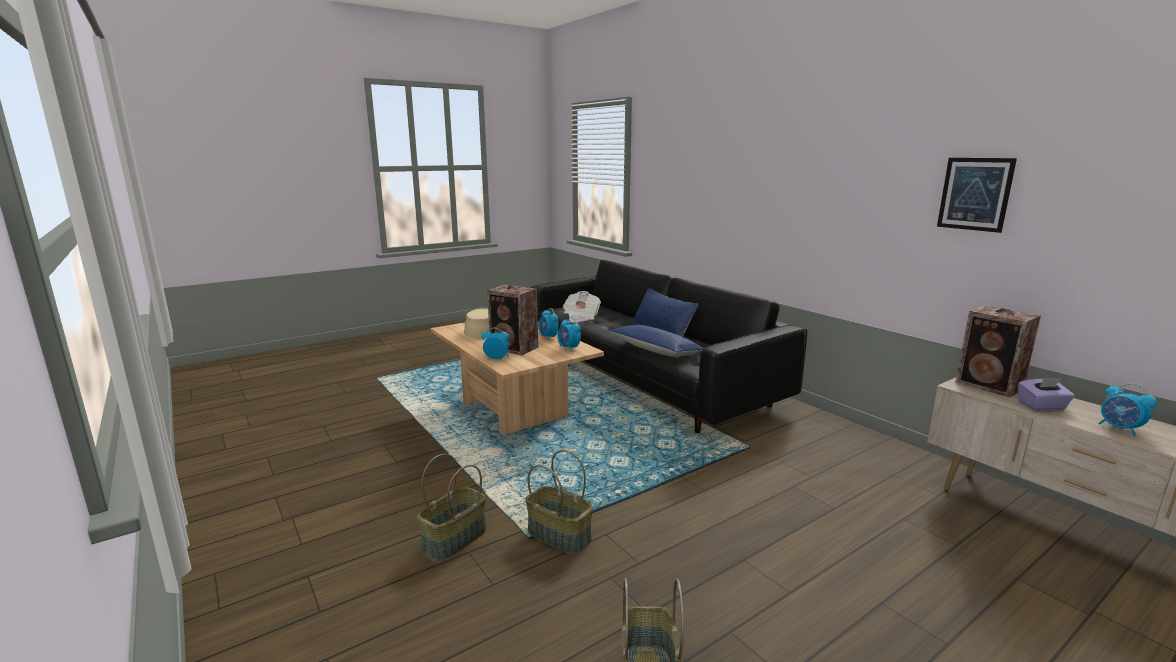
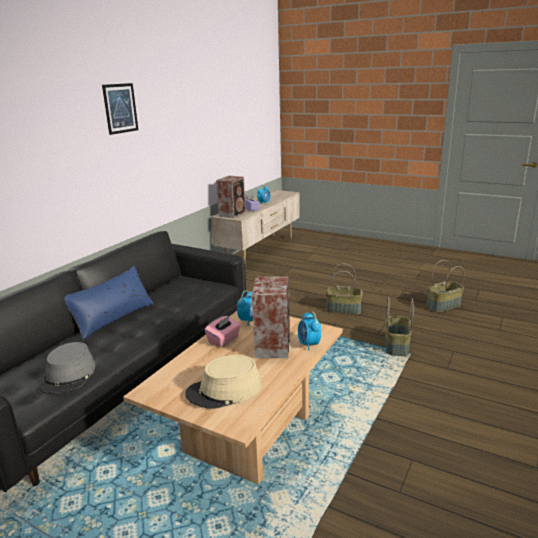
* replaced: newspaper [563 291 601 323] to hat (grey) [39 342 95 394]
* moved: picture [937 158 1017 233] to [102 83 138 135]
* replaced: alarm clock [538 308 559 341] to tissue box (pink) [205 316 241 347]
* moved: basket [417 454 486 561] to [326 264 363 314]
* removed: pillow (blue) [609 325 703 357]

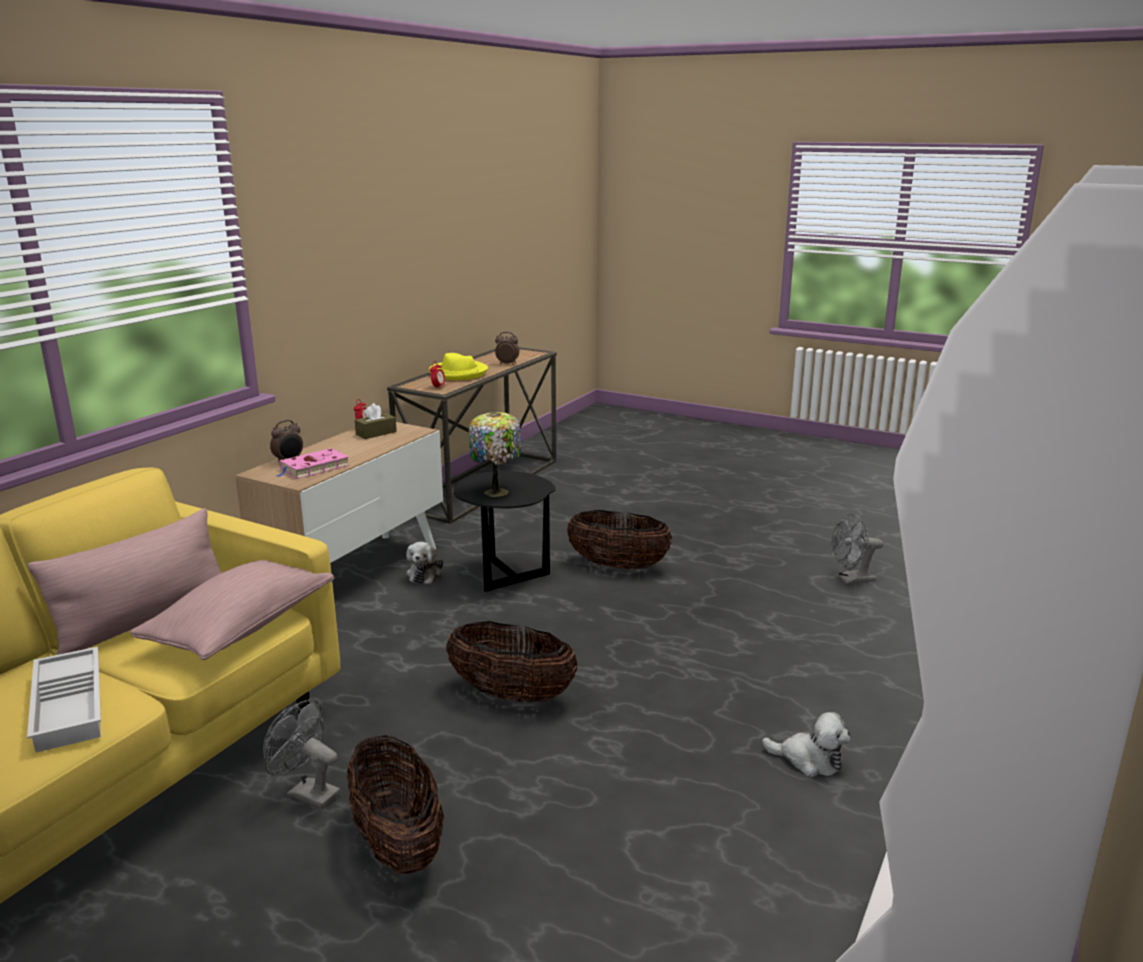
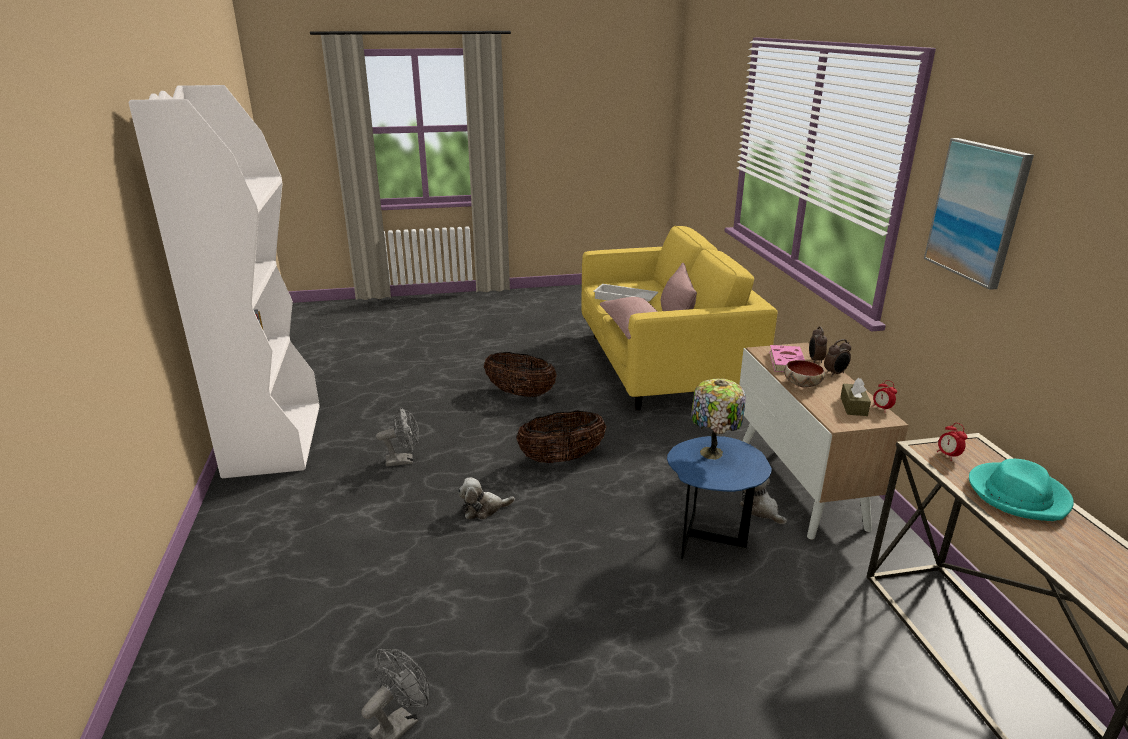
* moved: fan (grey) [263 699 340 809] to [376 407 419 466]
* moved: plush toy [762 712 850 777] to [458 477 515 519]
* recoloured: side table (black) [454 471 556 592] to side table (blue) [667 436 772 559]
* added: bowl [784 360 825 388]
* moved: alarm clock [495 332 519 364] to [824 339 851 376]
* added: picture [924 138 1034 290]
* recoloured: hat (yellow) [429 353 488 380] to hat (turquoise) [969 459 1074 521]
* removed: basket [567 510 672 569]

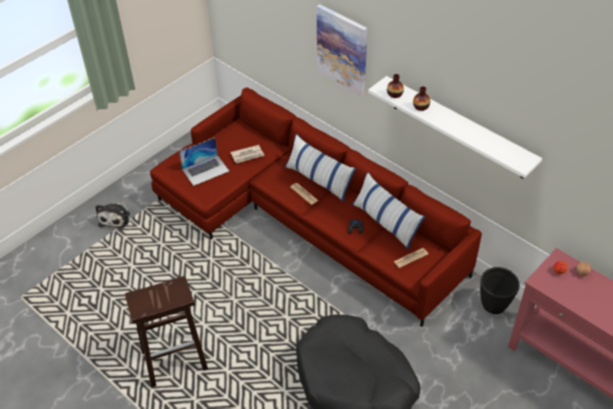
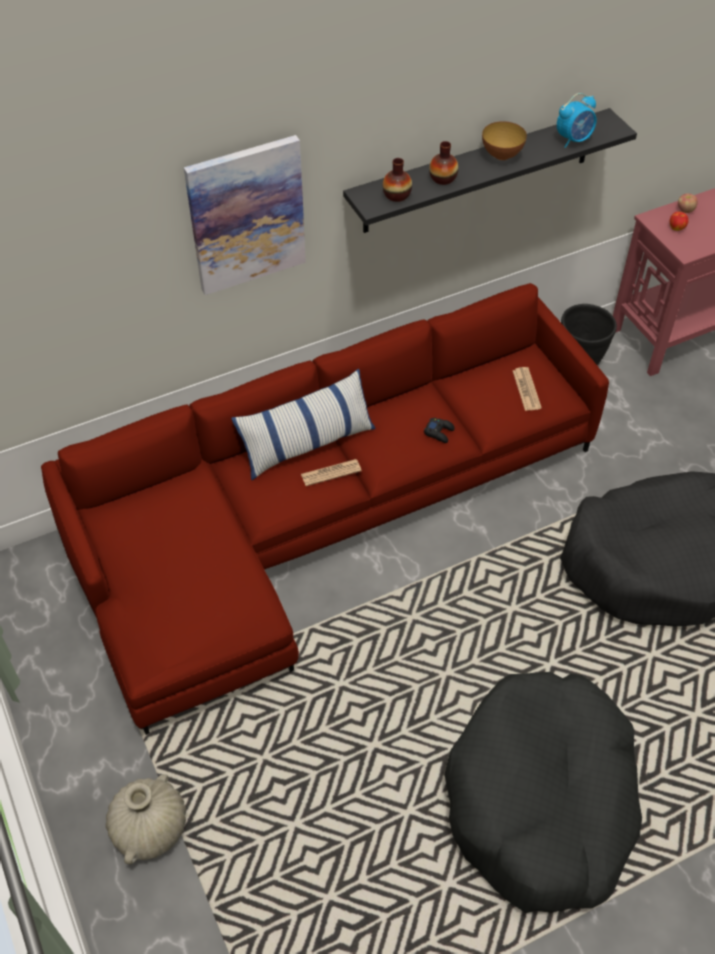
* replaced: plush toy [96 202 130 229] to vase (beige) [106 774 186 864]
* recoloured: shelf (white) [368 76 542 179] to shelf (black) [343 108 637 233]
* replaced: stool (brown) [125 276 208 387] to dog bed (black) [444 672 642 913]
* added: bowl [482 121 527 160]
* added: alarm clock [557 93 597 148]
* removed: laptop [179 137 229 186]
* removed: newspaper [230 145 265 163]
* removed: pillow [352 172 425 250]

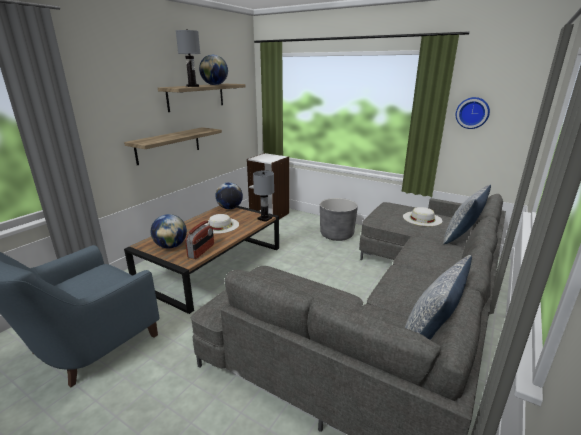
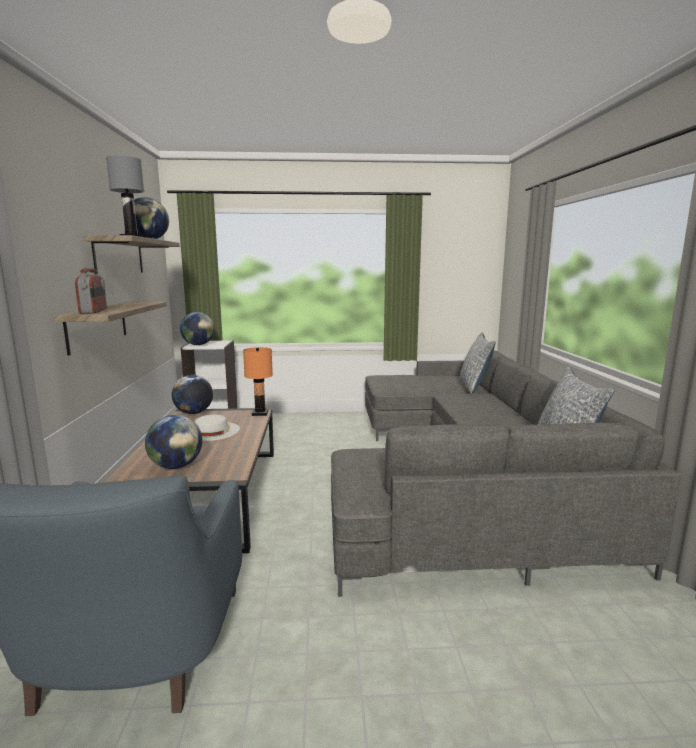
* moved: radio [185 220 214 259] to [75 268 107 314]
* added: globe [180 312 215 345]
* recoloured: table lamp (grey) [253 170 274 222] to table lamp (orange) [243 347 273 416]
* removed: planter (grey) [320 198 358 241]
* removed: hat (white) [403 207 442 226]
* removed: wall clock [456 97 490 129]

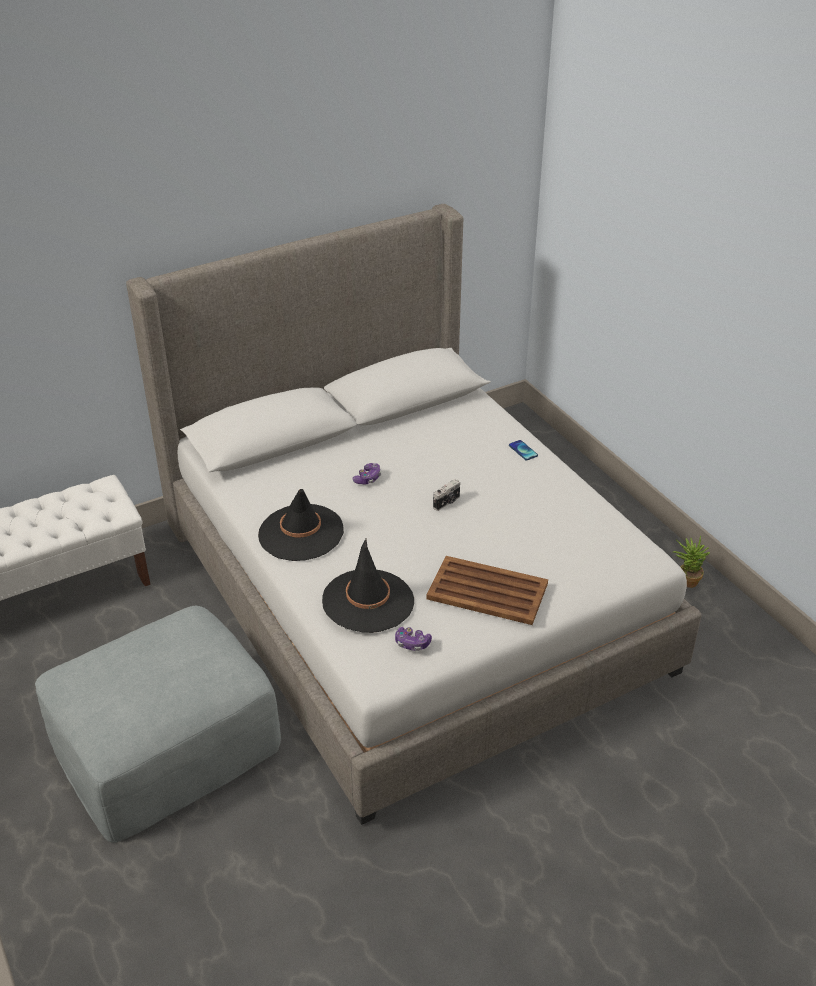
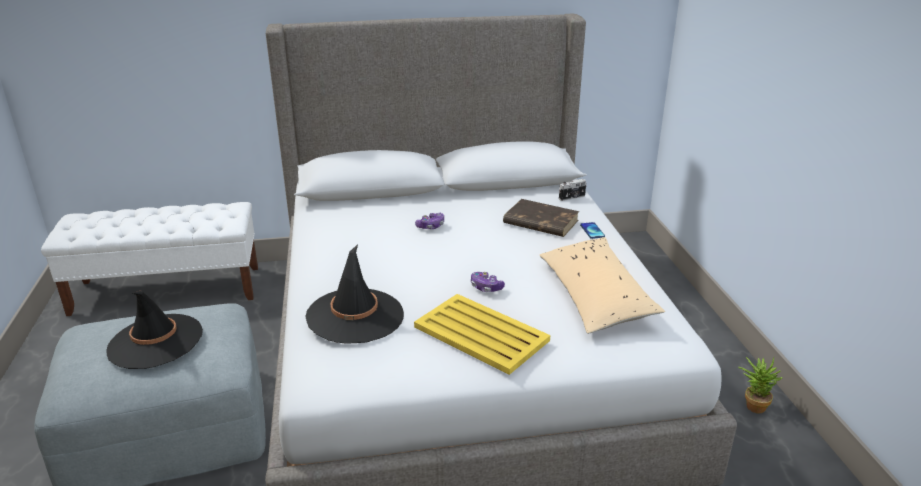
* moved: hat (black) [258 489 344 561] to [106 291 203 369]
* recoloured: tray (brown) [426 556 548 625] to tray (yellow) [414 294 550 375]
* moved: game controller [395 627 432 651] to [471 272 505 292]
* added: book (brown) [503 199 579 237]
* added: pillow (beige) [540 237 665 334]
* moved: photo camera [433 479 460 511] to [559 179 587 201]

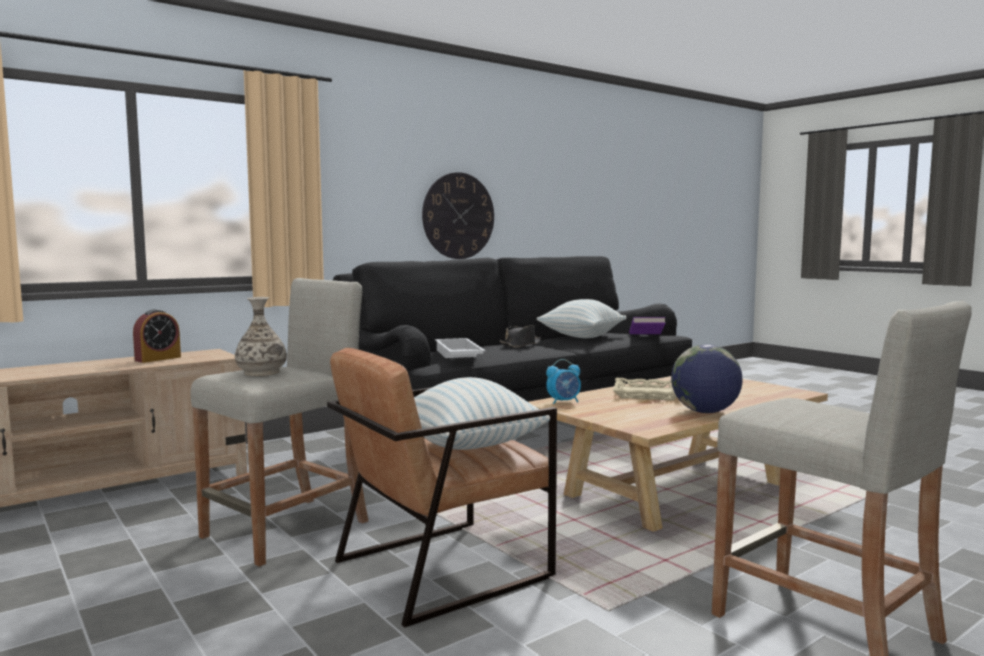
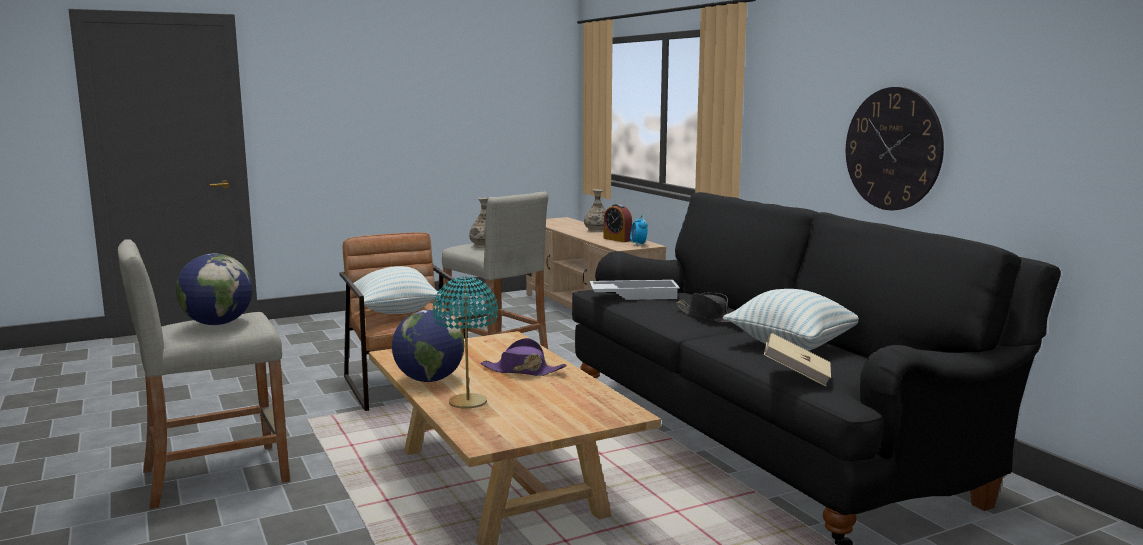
* added: globe [176 253 253 325]
* added: table lamp (turquoise) [433 277 498 408]
* replaced: tray (beige) [613 378 677 400] to hat (purple) [481 338 566 376]
* added: vase [584 189 606 232]
* moved: alarm clock [546 359 581 404] to [630 215 648 246]
* recoloured: book (purple) [629 317 666 334] to book (beige) [764 333 831 386]

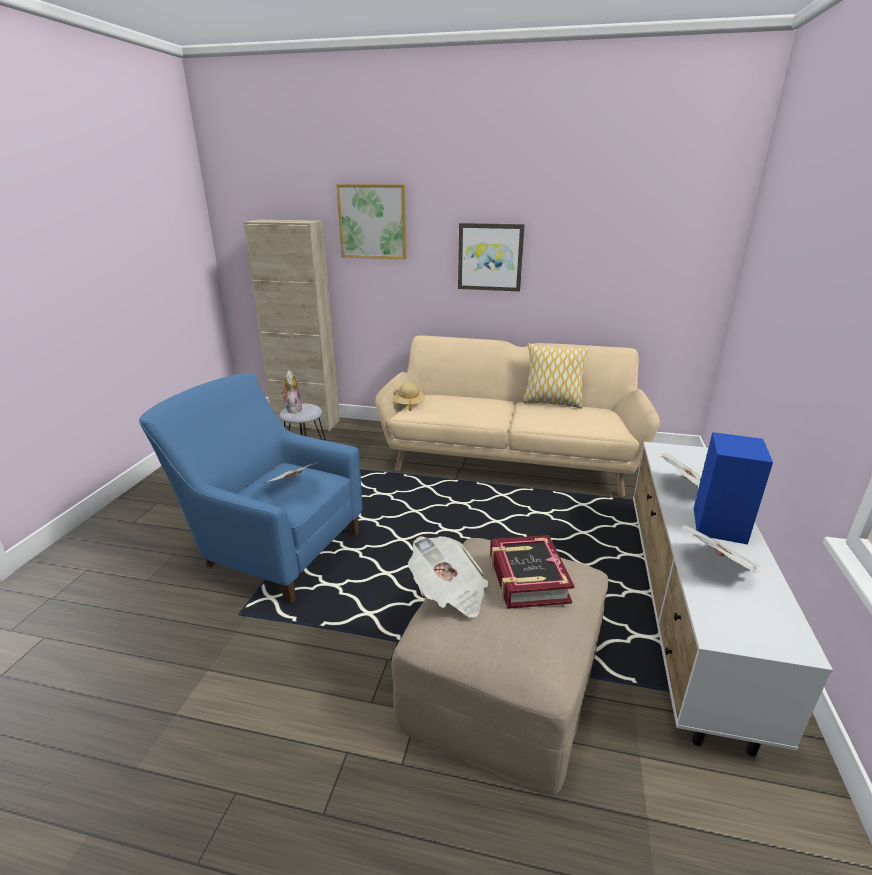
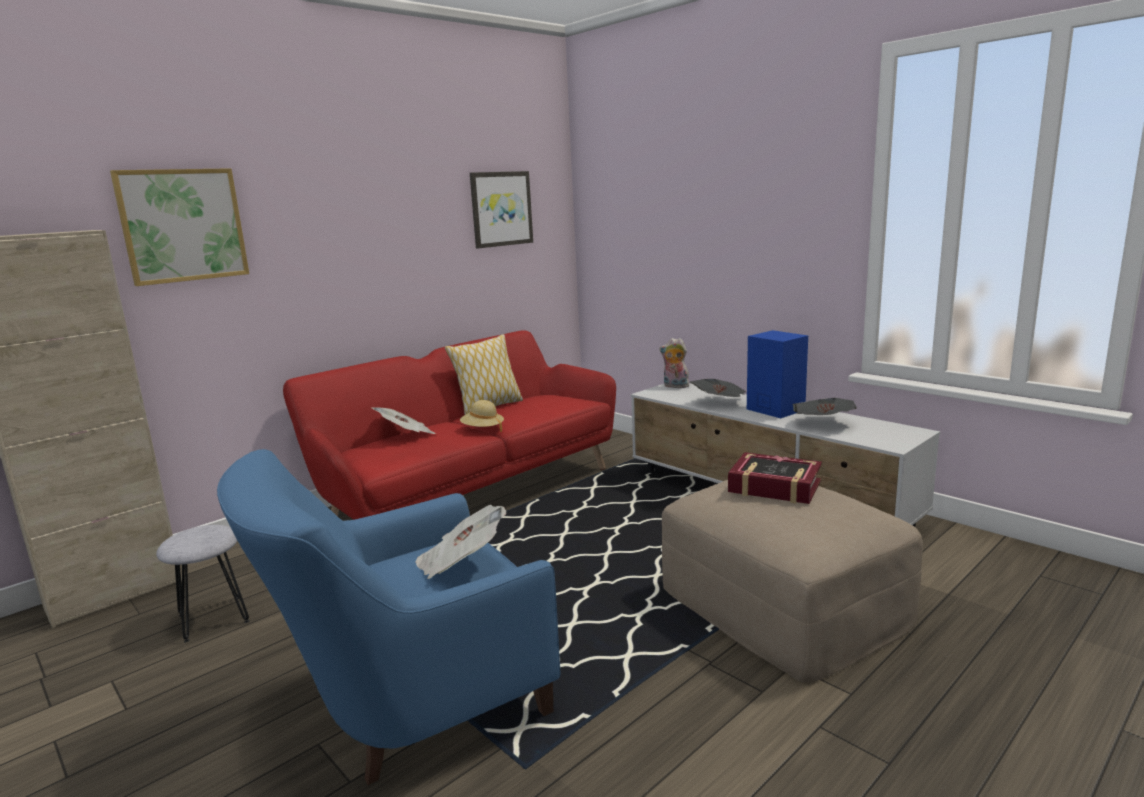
* recoloured: sofa (beige) [375 335 660 497] to sofa (red) [283 330 616 520]
* moved: newspaper [408 536 489 618] to [371 407 436 434]
* moved: hat (beige) [393 382 425 411] to [460 400 504 432]
* moved: picture [458 223 525 292] to [470 171 533 249]
* moved: plush toy [281 370 302 414] to [659 338 689 388]

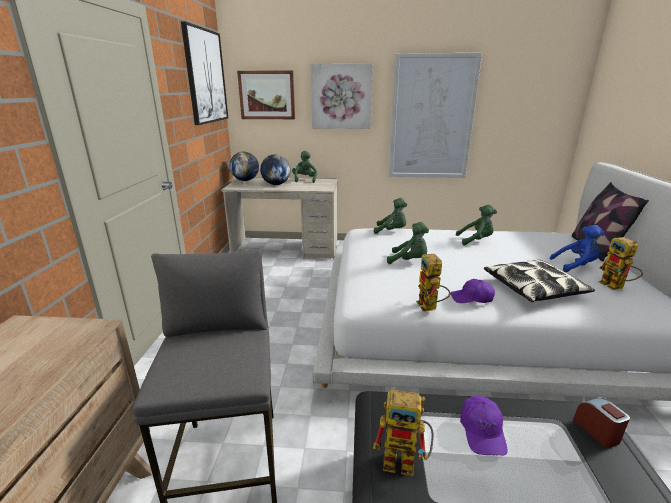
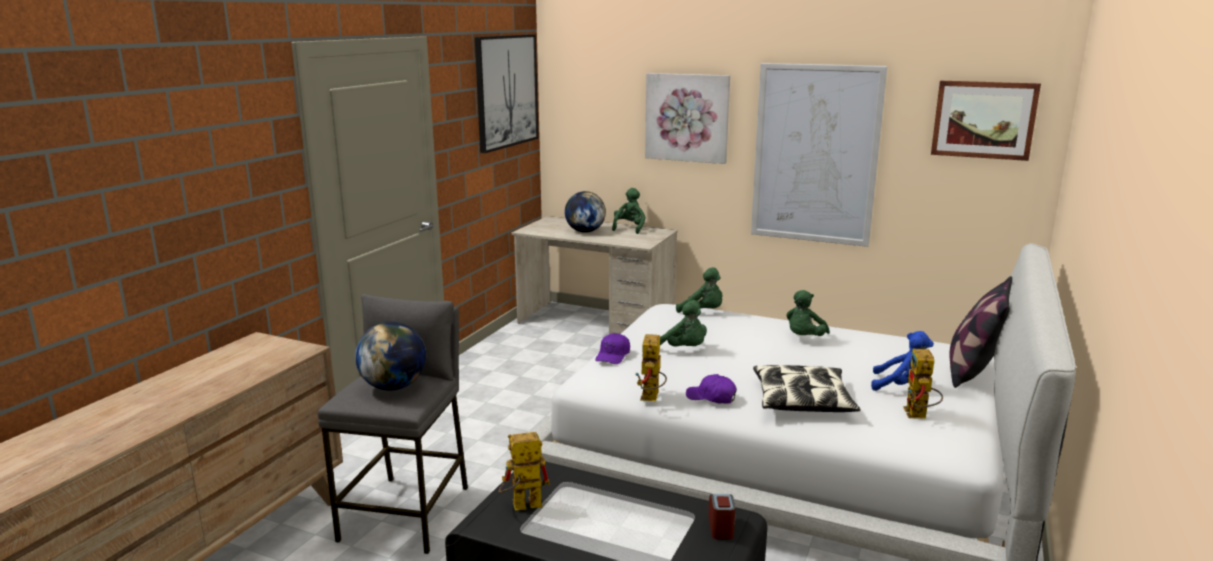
* moved: globe [230 152 259 181] to [355 322 426 390]
* turned: toy robot [373 390 434 476] = [499 432 550 510] 135 degrees clockwise
* moved: cap (purple) [460 396 508 455] to [595 333 630 364]
* turned: plush toy (green) [456 205 497 245] = [786 290 830 336] 105 degrees clockwise
* moved: picture [237 71 295 119] to [931 81 1041 161]

